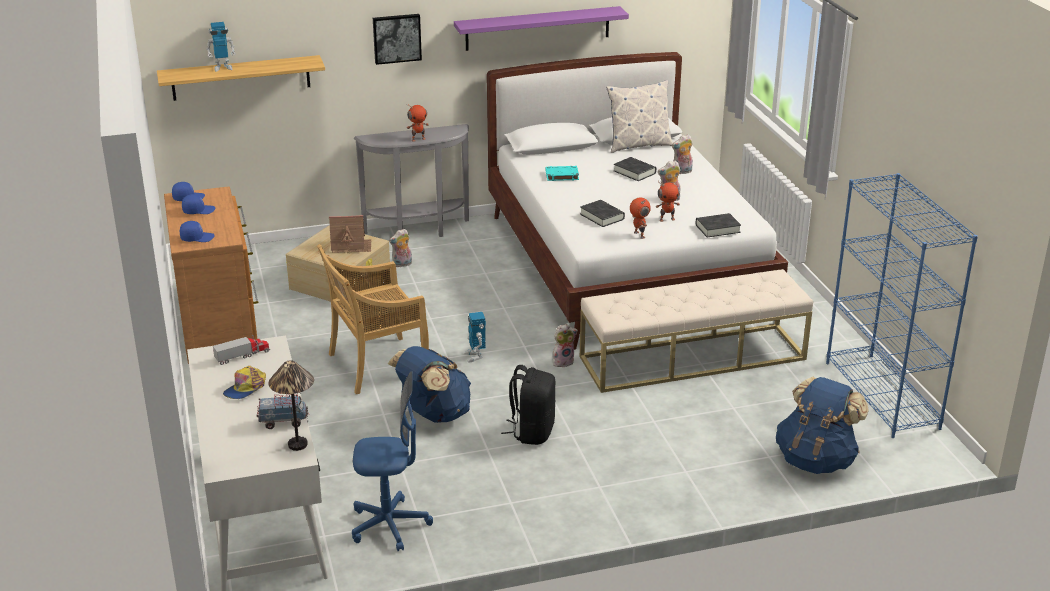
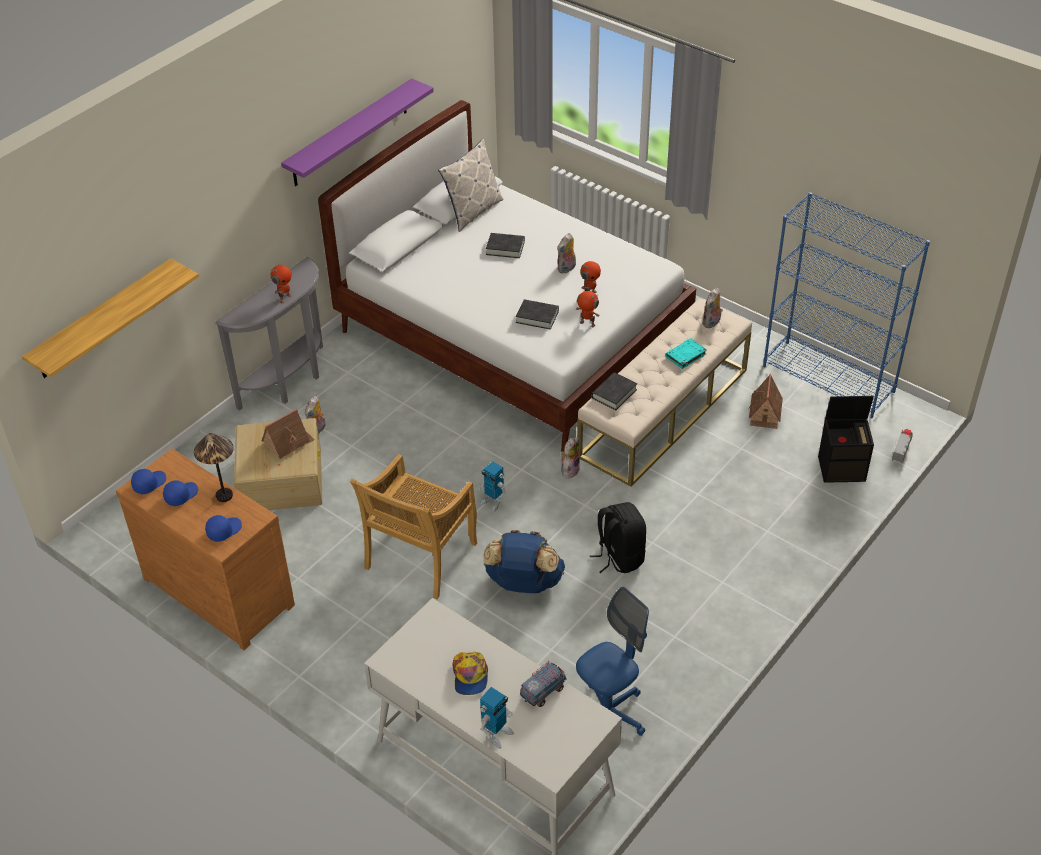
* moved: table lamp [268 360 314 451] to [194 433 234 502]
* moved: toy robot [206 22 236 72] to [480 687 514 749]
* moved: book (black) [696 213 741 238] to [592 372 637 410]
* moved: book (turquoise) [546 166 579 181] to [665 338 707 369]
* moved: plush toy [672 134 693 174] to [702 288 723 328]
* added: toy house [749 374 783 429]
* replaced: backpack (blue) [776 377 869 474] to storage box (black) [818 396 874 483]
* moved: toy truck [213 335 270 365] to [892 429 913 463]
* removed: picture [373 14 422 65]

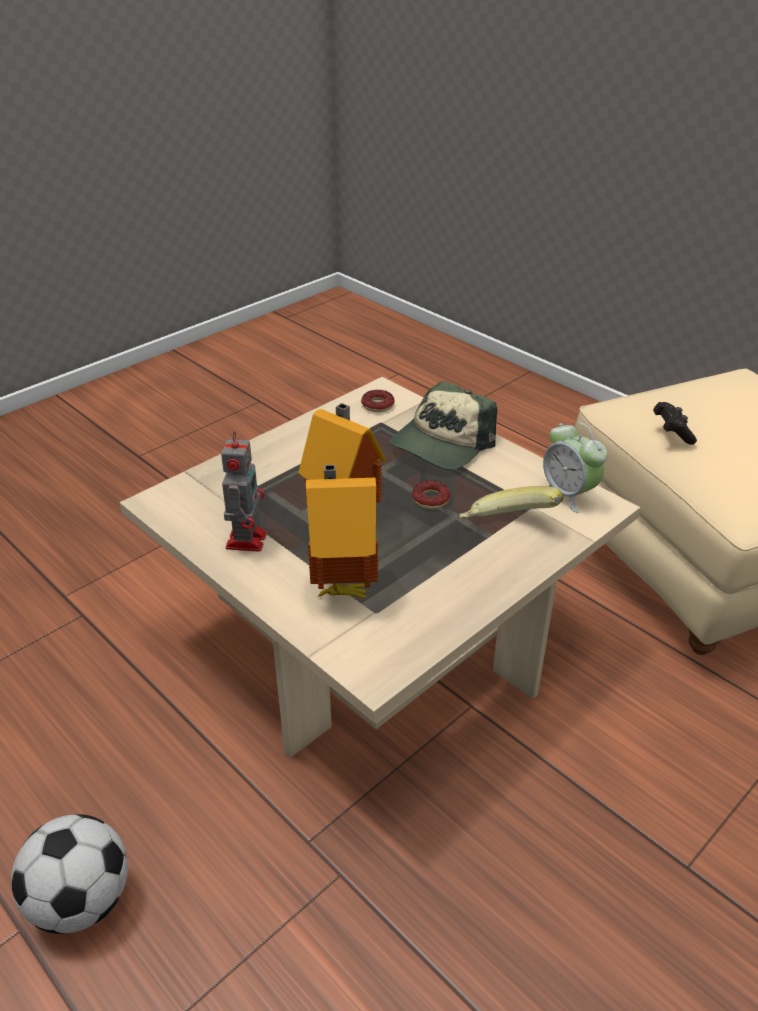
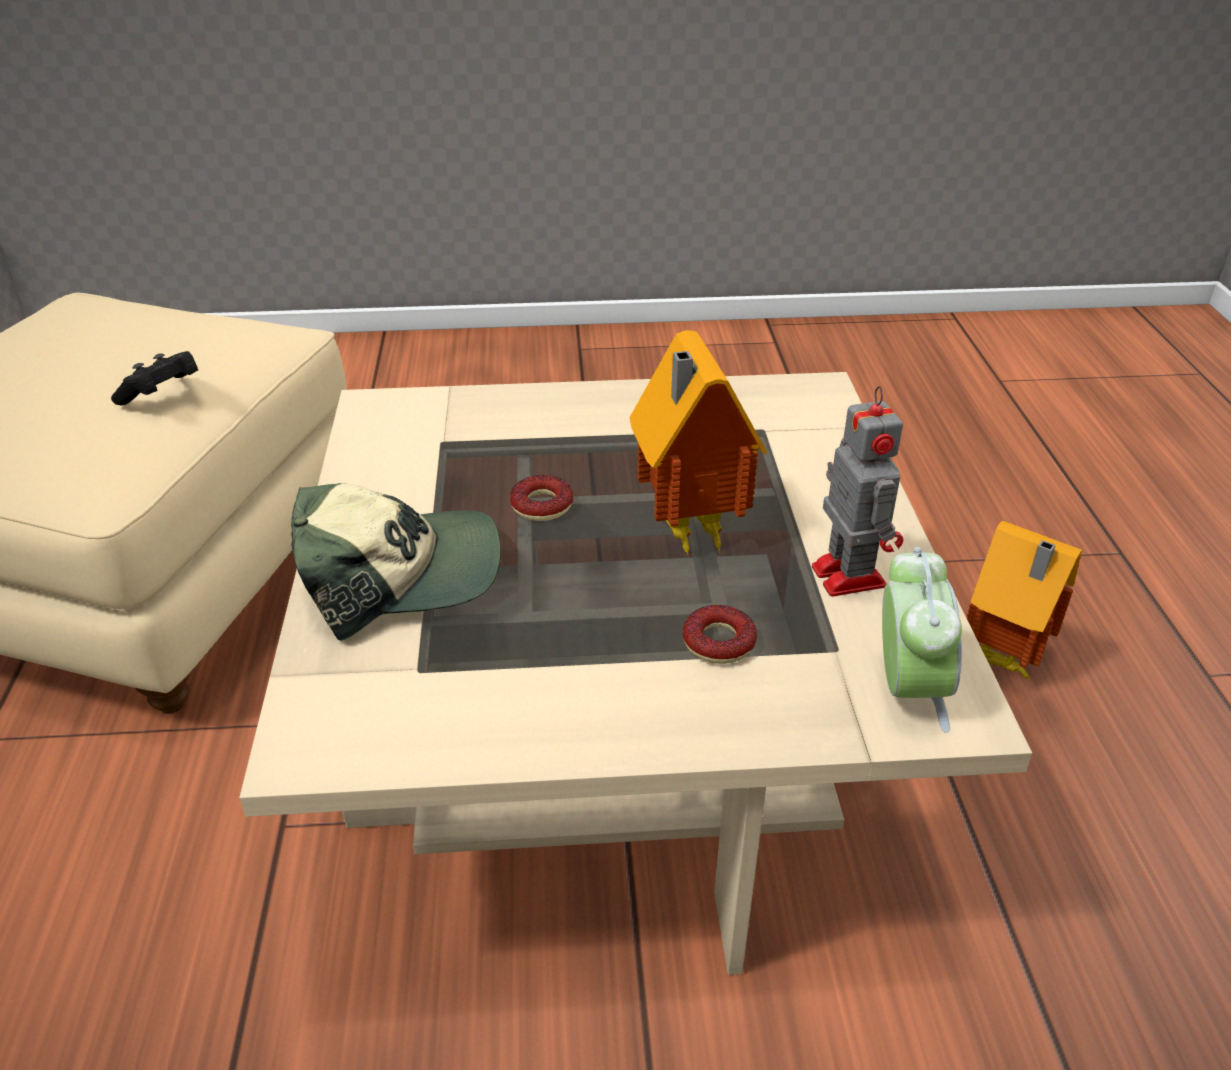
* moved: donut [361 390 394 412] to [682 605 757 664]
* turned: toy robot [221 431 267 552] = [812 386 903 597] 120 degrees clockwise
* moved: alarm clock [543 421 608 513] to [882 547 962 733]
* moved: toy house [306 464 378 598] to [967 521 1082 681]
* removed: football [11 814 128 934]
* removed: banana [459 486 563 519]

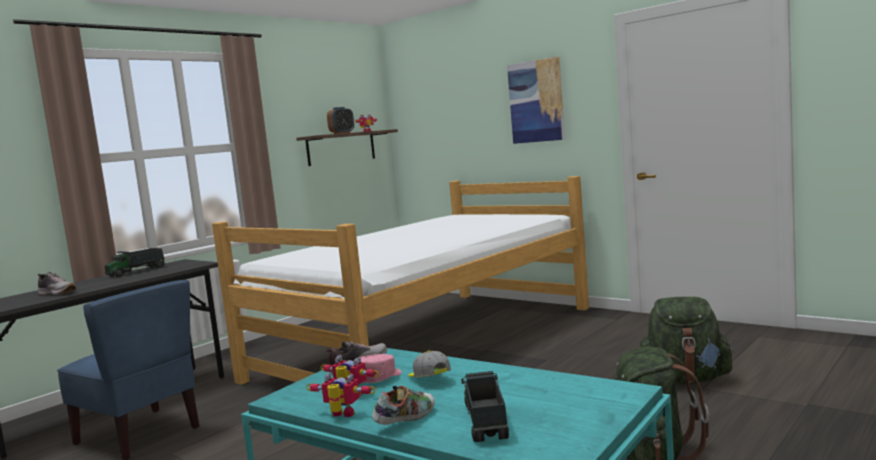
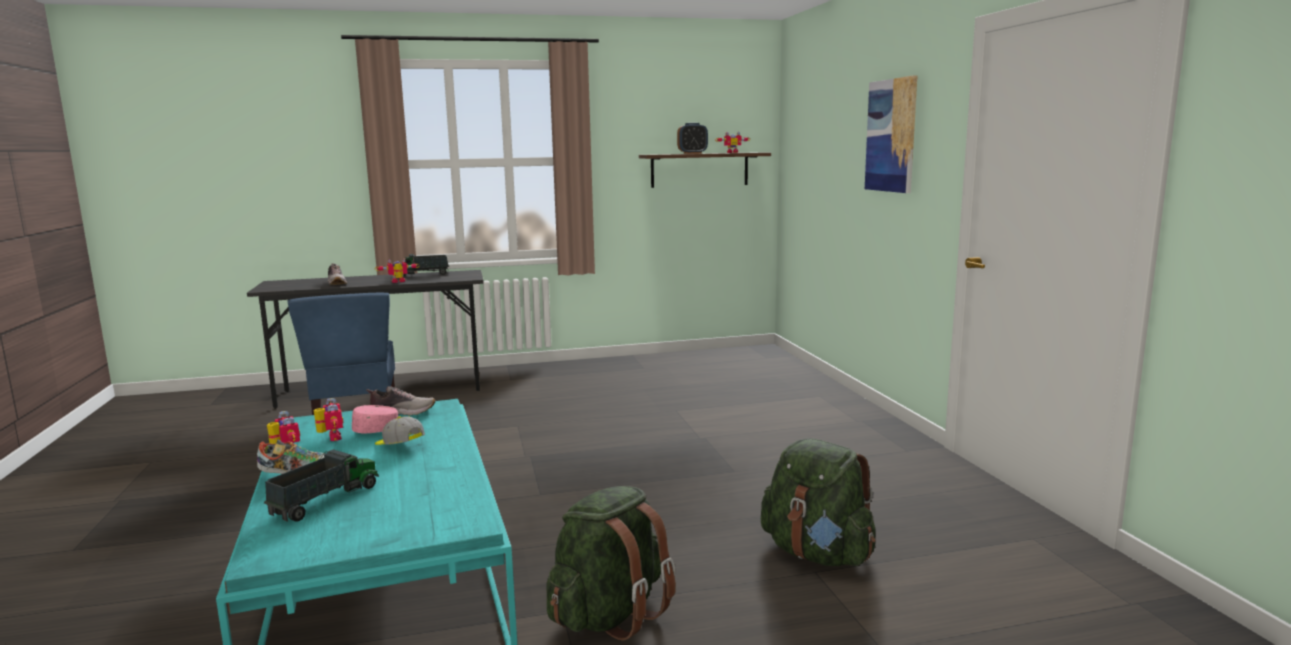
* added: toy robot [375 258 419 283]
* turned: cap [408 350 451 377] = [375 416 425 445] 60 degrees counterclockwise
* removed: bed [212 176 589 385]

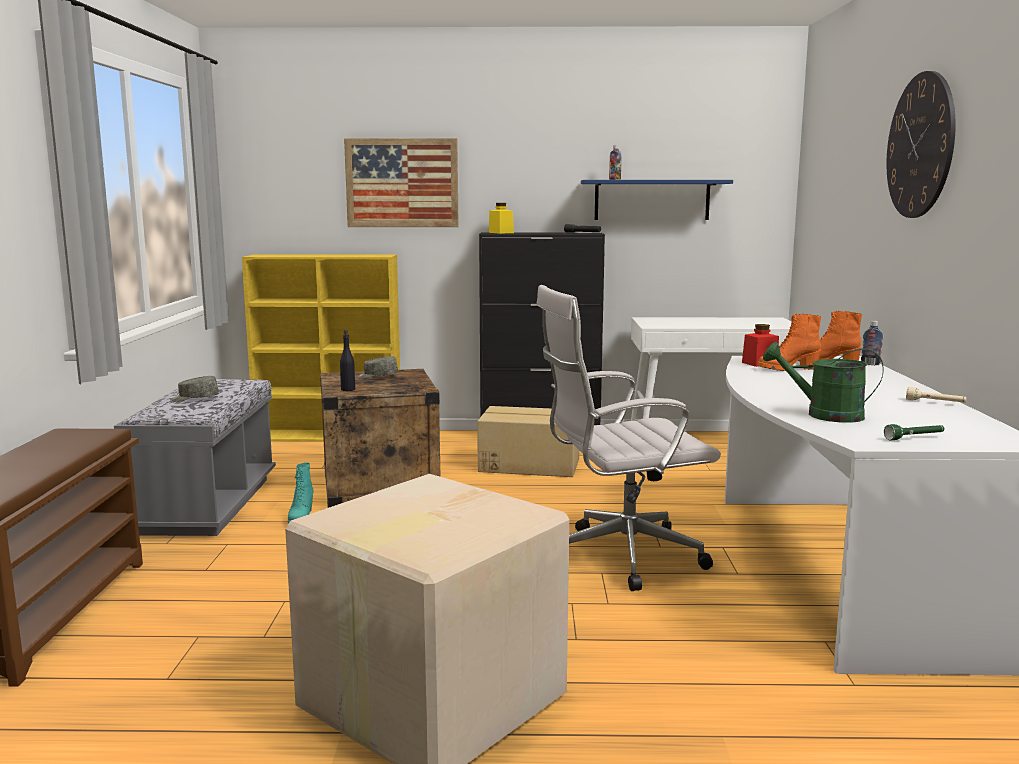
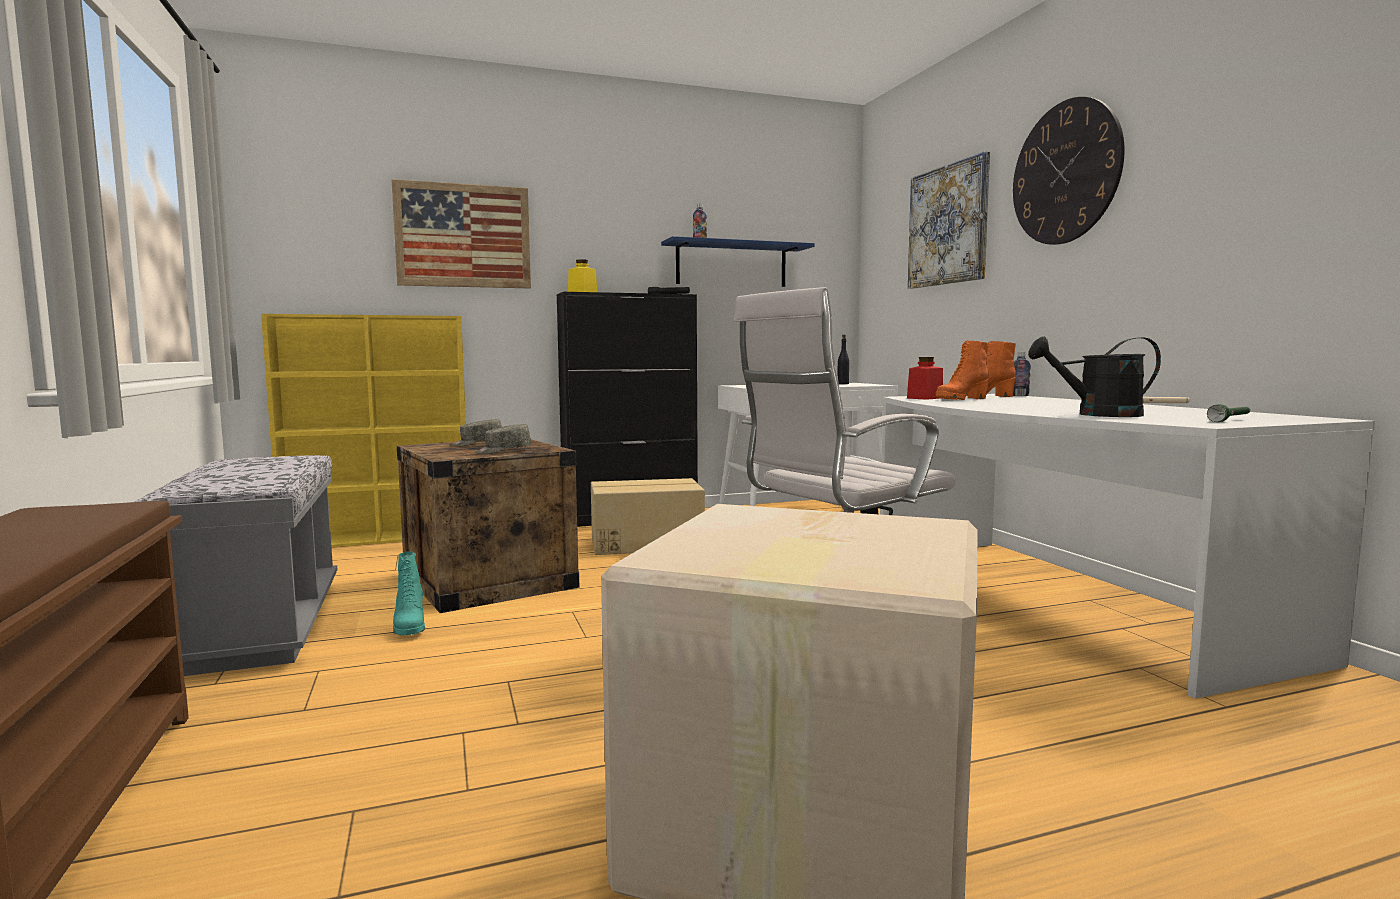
* moved: cap (grey) [170 376 219 402] to [475 424 531 454]
* moved: bottle (black) [340 330 355 391] to [837 335 849 384]
* added: picture [908 151 990 289]
* recoloured: watering can (green) [763 342 884 423] to watering can (black) [1028 336 1161 417]

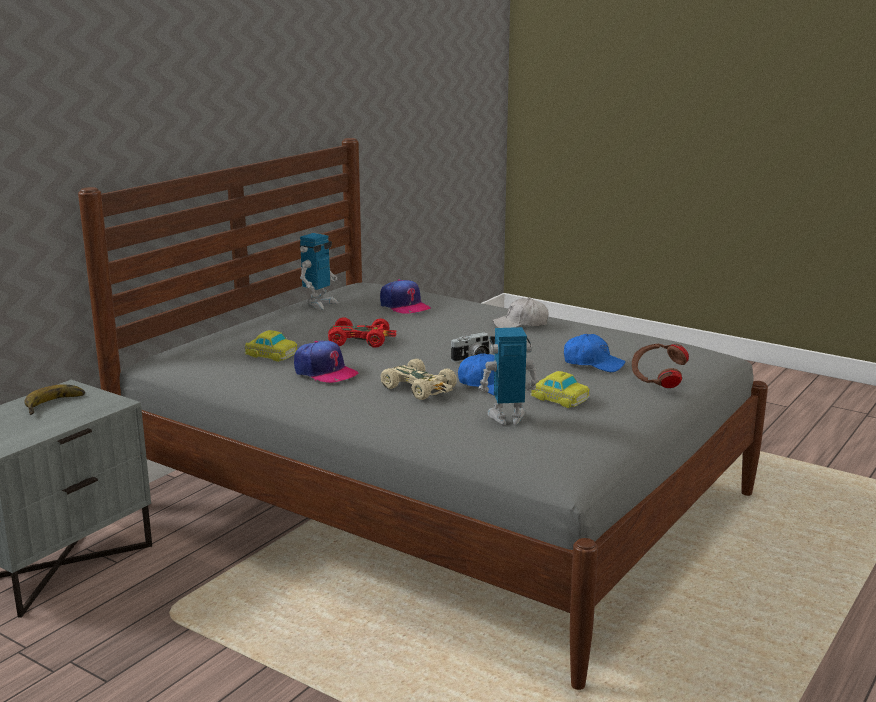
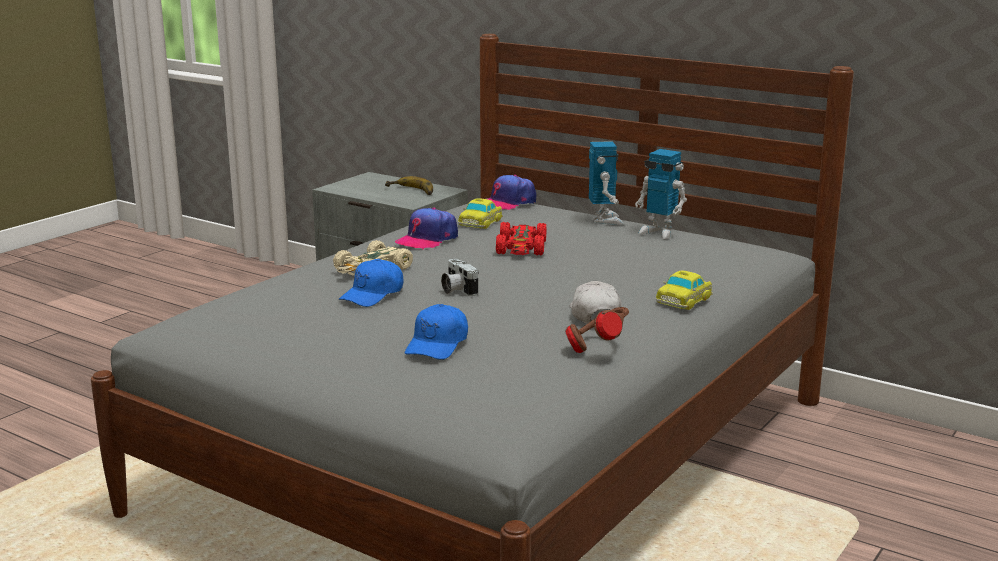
* moved: cap [380 279 431 314] to [488 175 536 210]
* moved: headphones (brown) [632 344 689 388] to [565 307 629 353]
* moved: toy robot [478 327 539 425] to [589 141 624 225]
* moved: toy car [530 371 590 408] to [655 271 713 310]

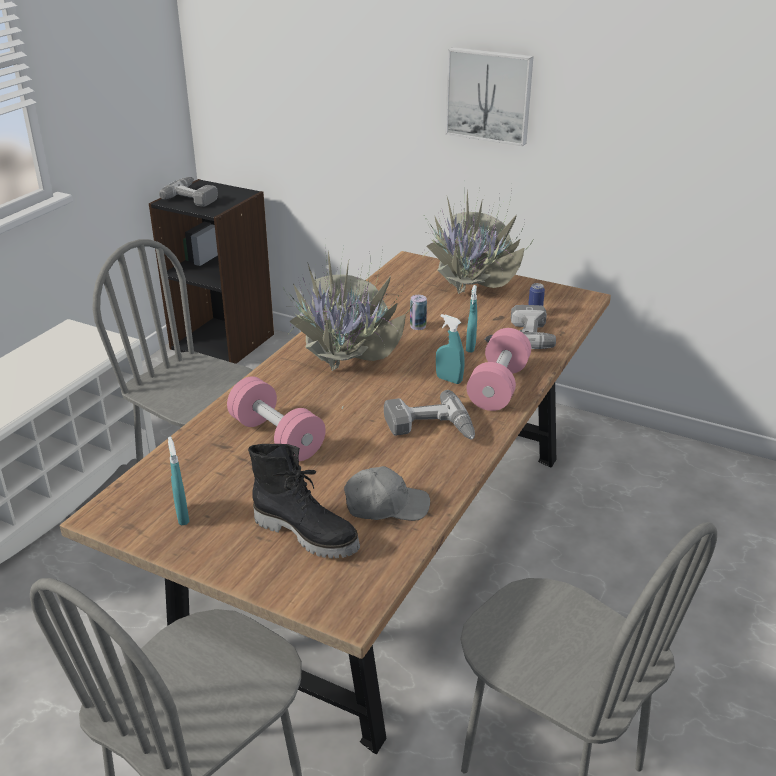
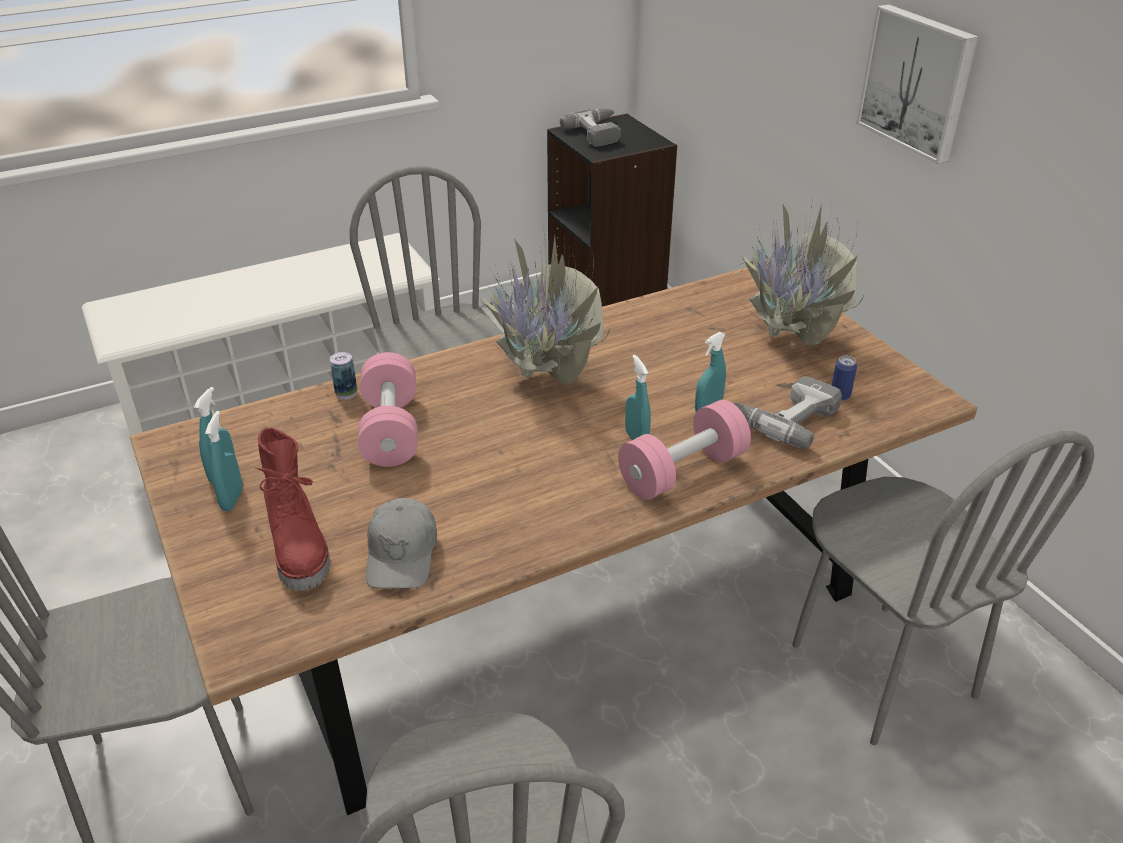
* added: spray bottle (turquoise) [205 411 243 511]
* recoloured: boot (black) [248 444 360 558] to boot (red) [255 428 330 591]
* moved: can [410 295 427 330] to [330 352 357 400]
* turned: cap (grey) [344 466 430 521] = [366 498 437 589] 60 degrees clockwise
* added: chair (grey) [792 431 1094 745]
* removed: power drill [384 390 475 439]

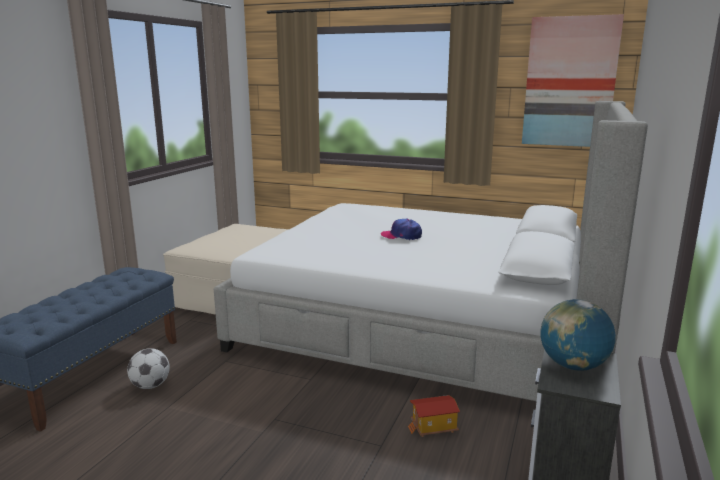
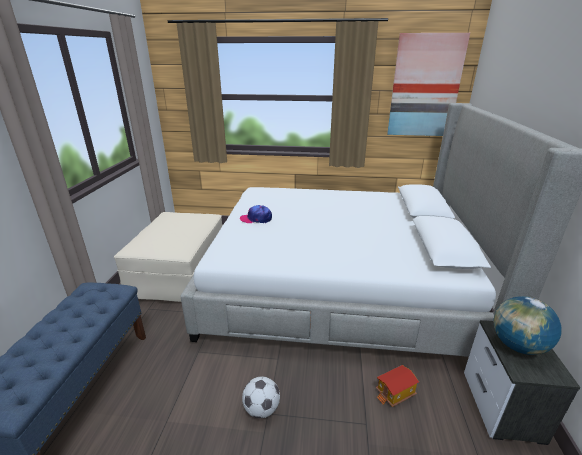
* moved: cap [381 219 422 240] to [240 205 272 223]
* moved: football [127 348 170 389] to [242 376 280 418]

